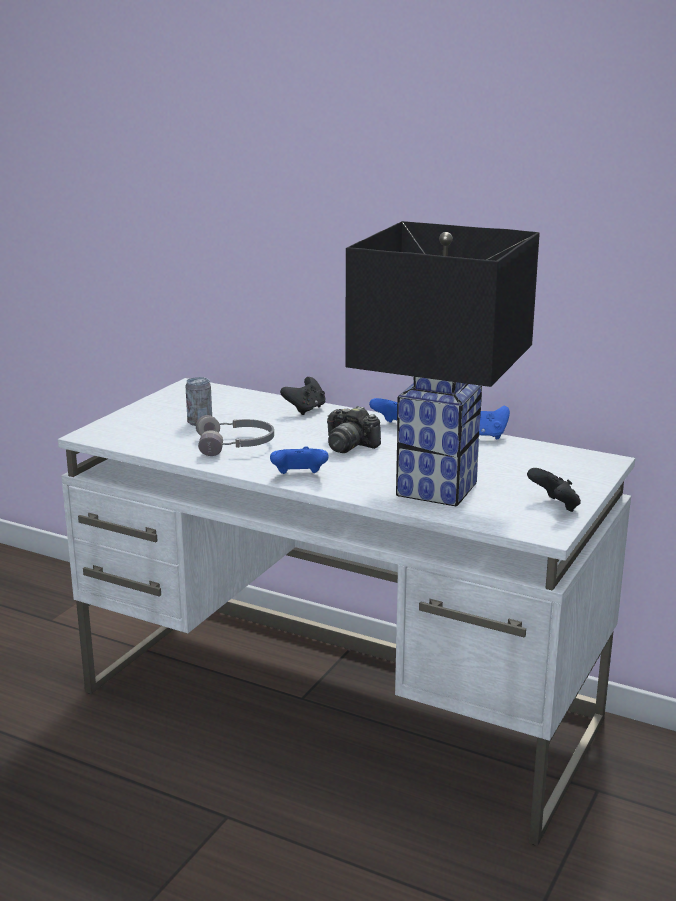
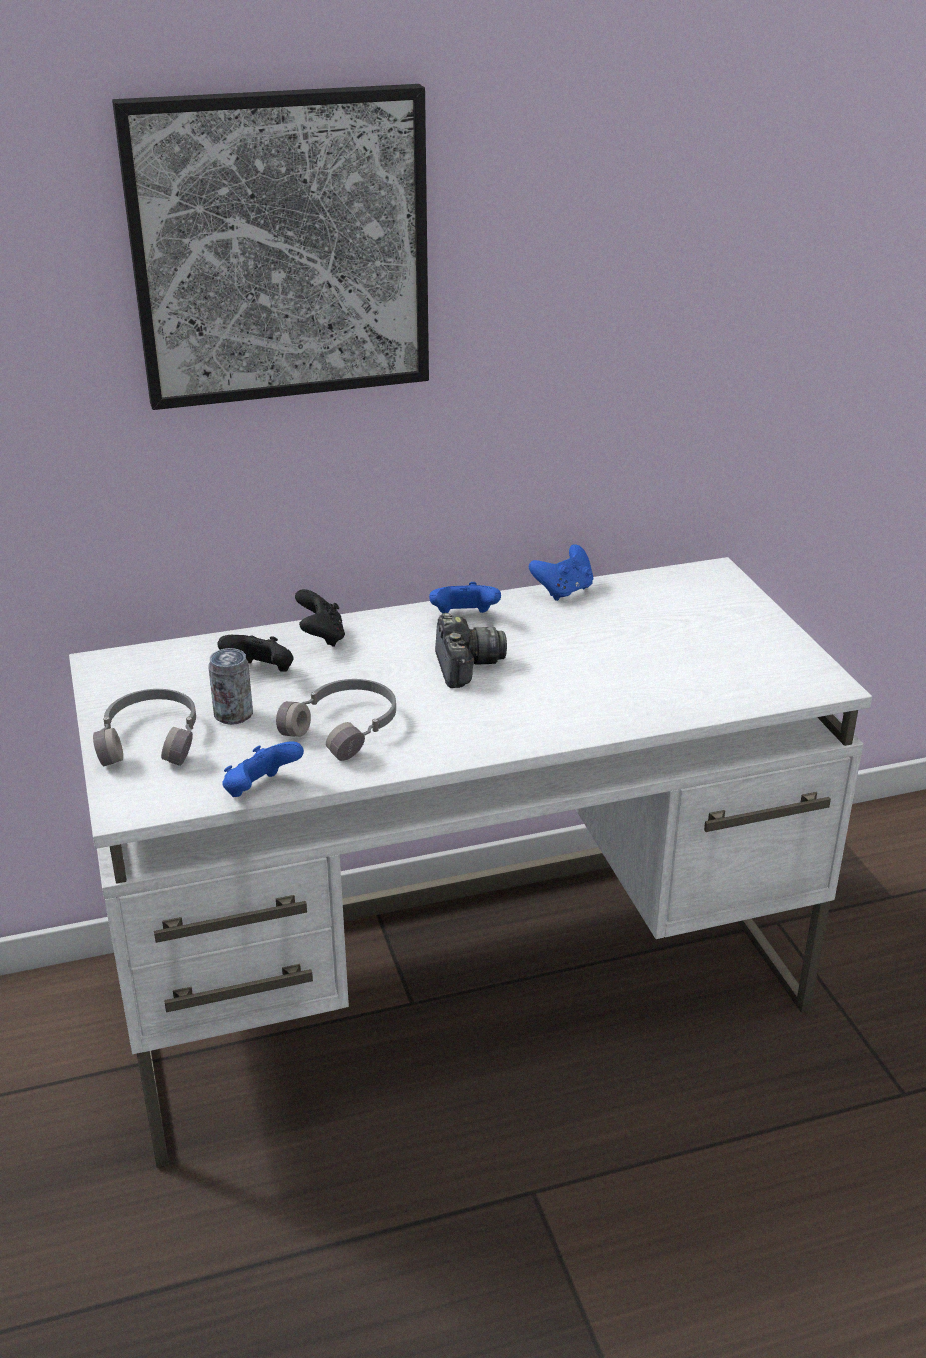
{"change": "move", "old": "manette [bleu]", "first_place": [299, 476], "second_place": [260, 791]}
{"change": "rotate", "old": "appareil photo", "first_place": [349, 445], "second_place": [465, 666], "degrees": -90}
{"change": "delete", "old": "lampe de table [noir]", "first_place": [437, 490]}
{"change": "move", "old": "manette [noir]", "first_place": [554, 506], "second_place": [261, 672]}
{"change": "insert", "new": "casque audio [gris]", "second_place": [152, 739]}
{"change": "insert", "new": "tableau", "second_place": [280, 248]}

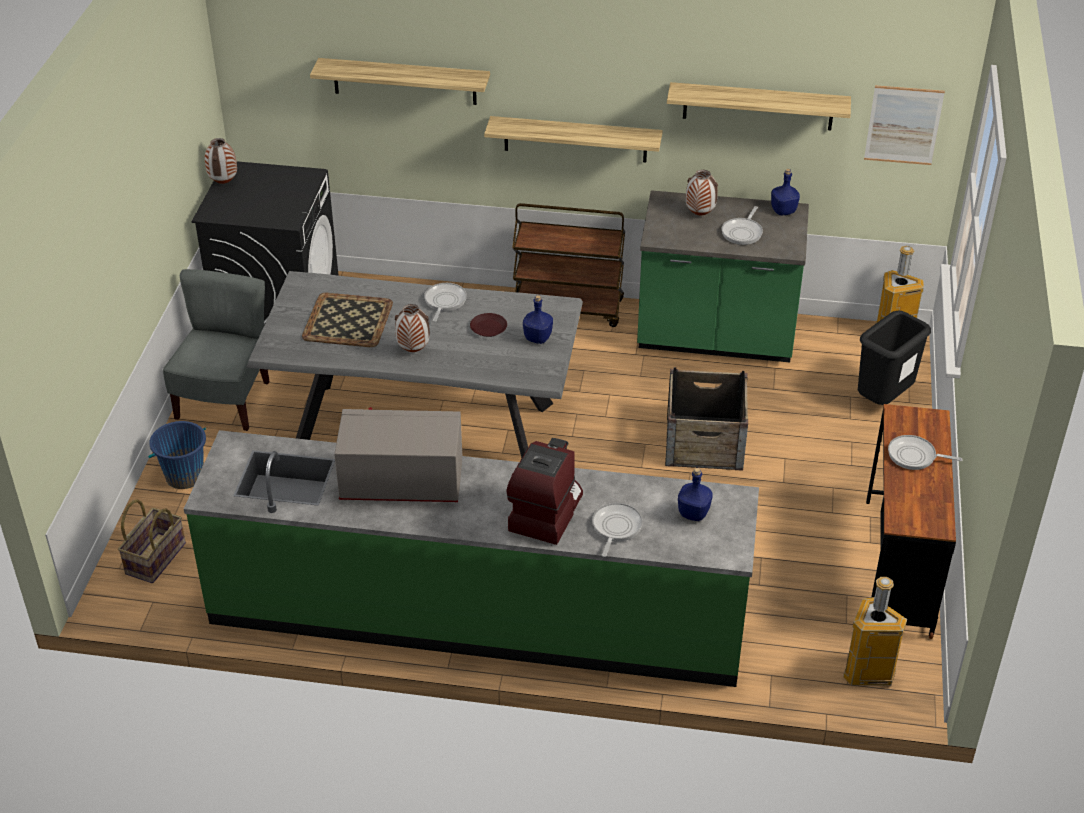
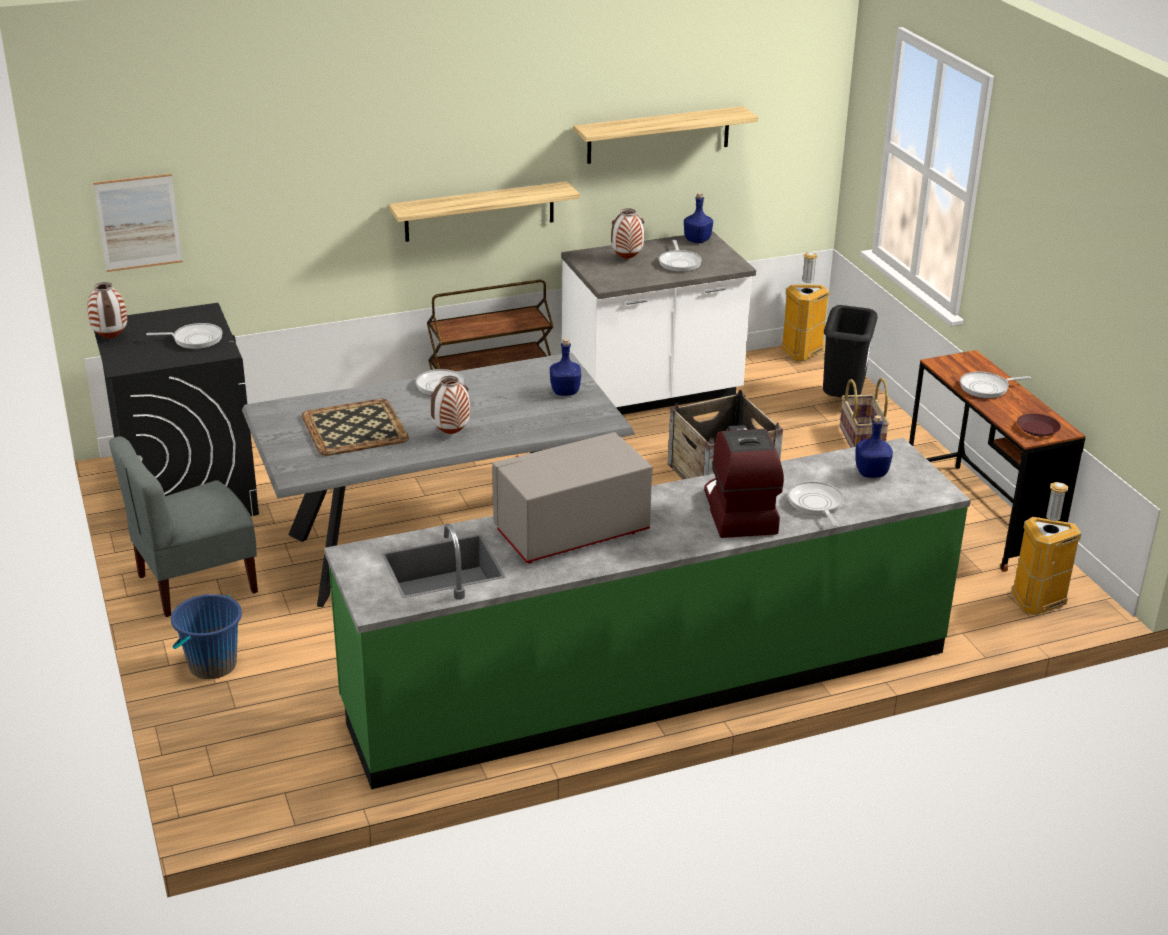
{"change": "move", "old": "panier", "first_place": [155, 558], "second_place": [860, 439]}
{"change": "rotate", "old": "chaise [gris]", "first_place": [225, 401], "second_place": [196, 583], "degrees": -105}
{"change": "delete", "old": "étagère", "first_place": [404, 81]}
{"change": "move", "old": "assiette [marron]", "first_place": [489, 328], "second_place": [1038, 429]}
{"change": "recolor", "old": "comptoir de cuisine [vert]", "new": "comptoir de cuisine [blanc]", "first_place": [715, 338], "second_place": [652, 394]}
{"change": "move", "old": "tableau", "first_place": [903, 125], "second_place": [138, 222]}
{"change": "insert", "new": "poêle", "second_place": [194, 339]}

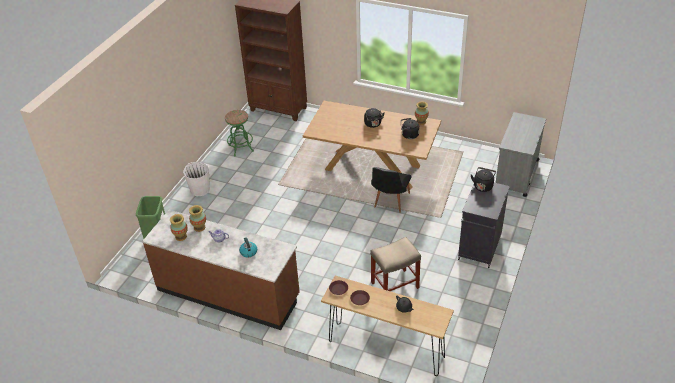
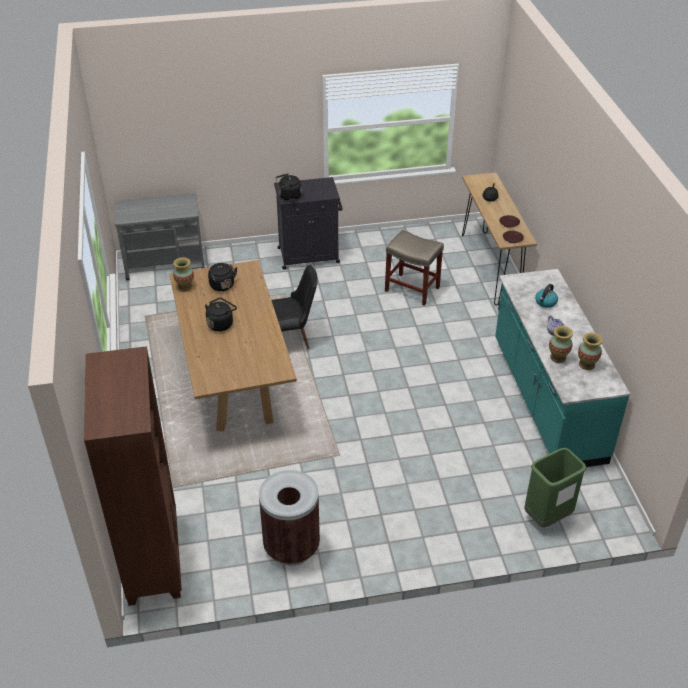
{"change": "recolor", "old": "comptoir de cuisine [marron]", "new": "comptoir de cuisine [turquoise]", "first_place": [228, 293], "second_place": [546, 400]}
{"change": "delete", "old": "seau [blanc]", "first_place": [200, 189]}
{"change": "replace", "old": "tabouret [vert]", "new": "poubelle [marron]", "first_place": [241, 148], "second_place": [291, 546]}

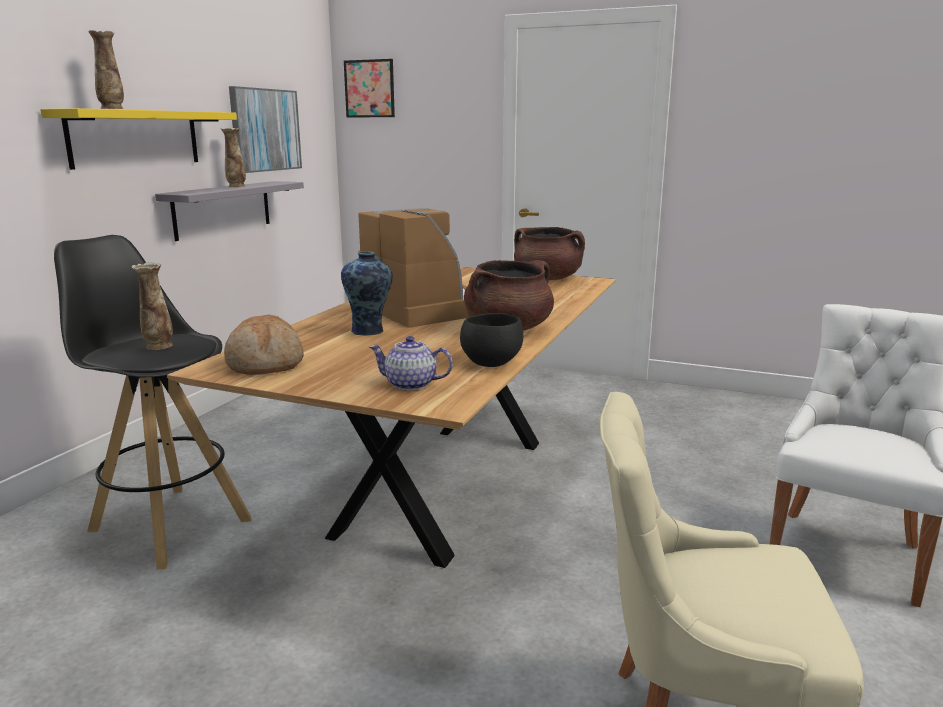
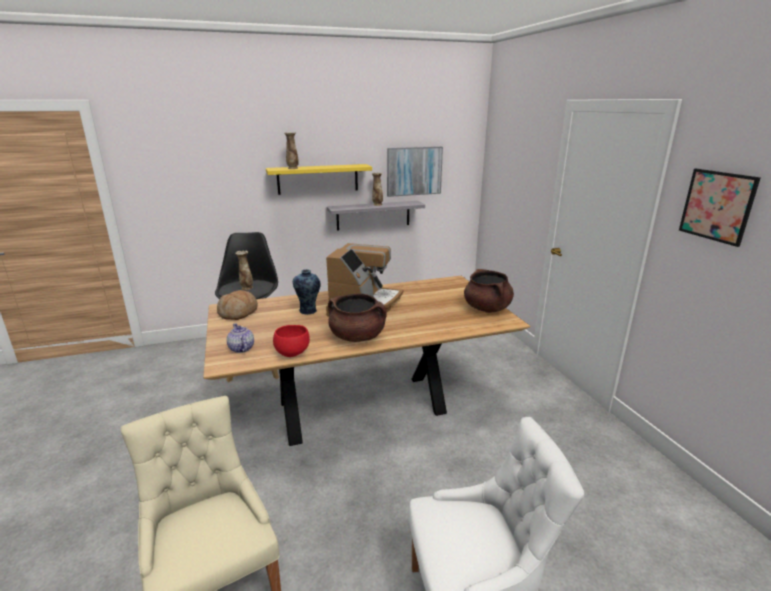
{"change": "move", "old": "tableau", "first_place": [369, 88], "second_place": [717, 206]}
{"change": "recolor", "old": "bol [noir]", "new": "bol [rouge]", "first_place": [489, 363], "second_place": [292, 353]}

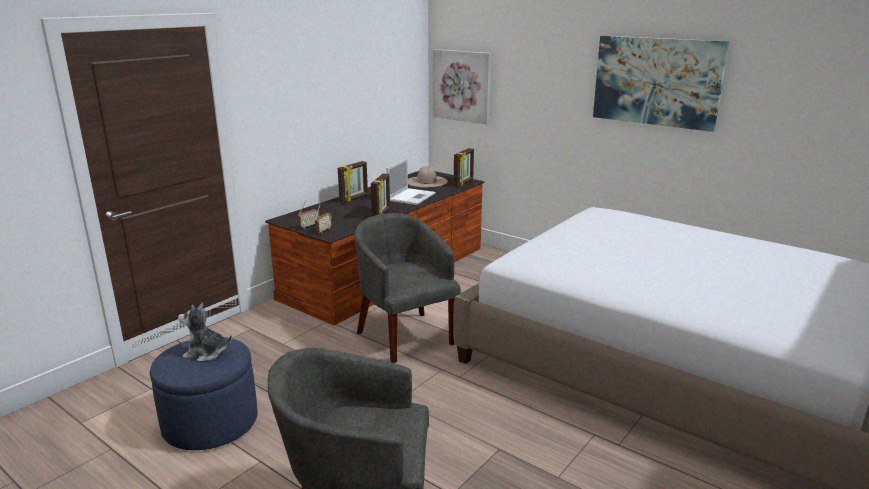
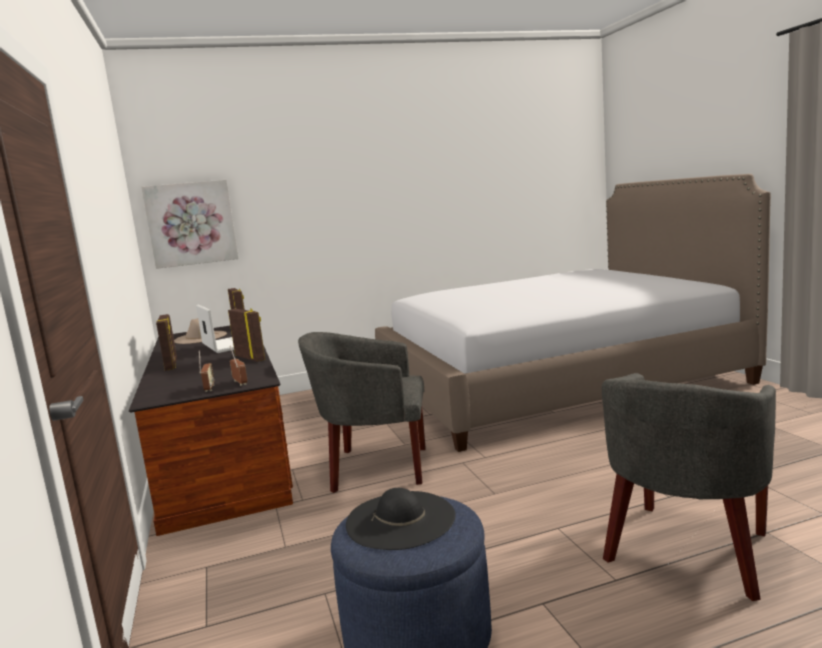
{"change": "replace", "old": "peluche", "new": "chapeau [noir]", "first_place": [206, 353], "second_place": [401, 519]}
{"change": "delete", "old": "tableau", "first_place": [656, 81]}

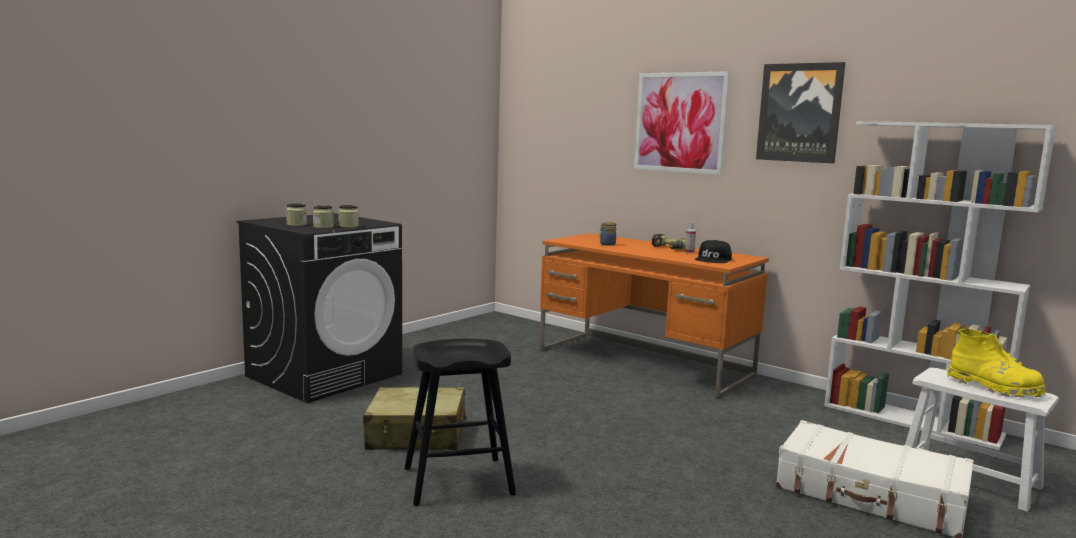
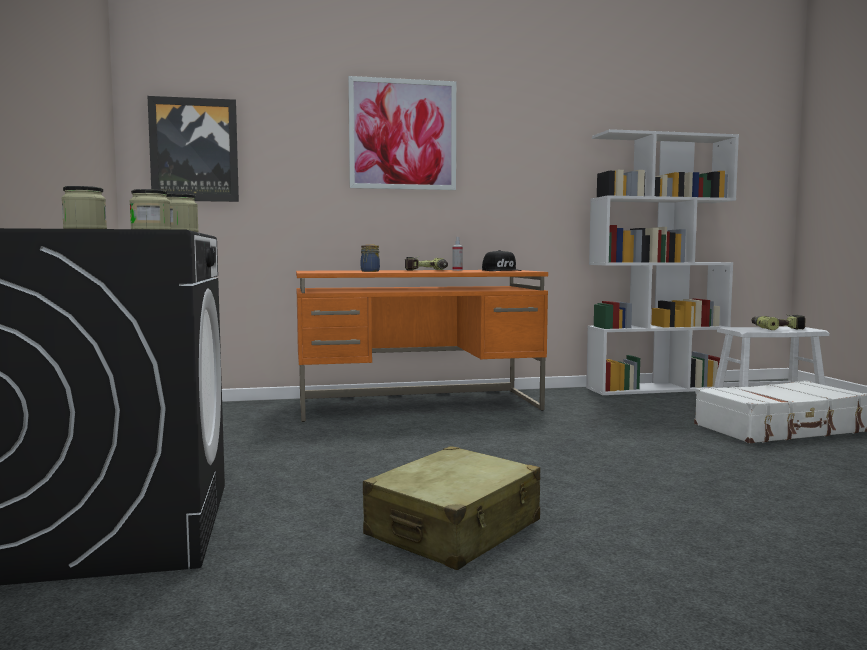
{"change": "delete", "old": "tabouret [noir]", "first_place": [458, 481]}
{"change": "move", "old": "tableau", "first_place": [799, 113], "second_place": [194, 150]}
{"change": "replace", "old": "botte [jaune]", "new": "perceuse", "first_place": [993, 388], "second_place": [777, 328]}

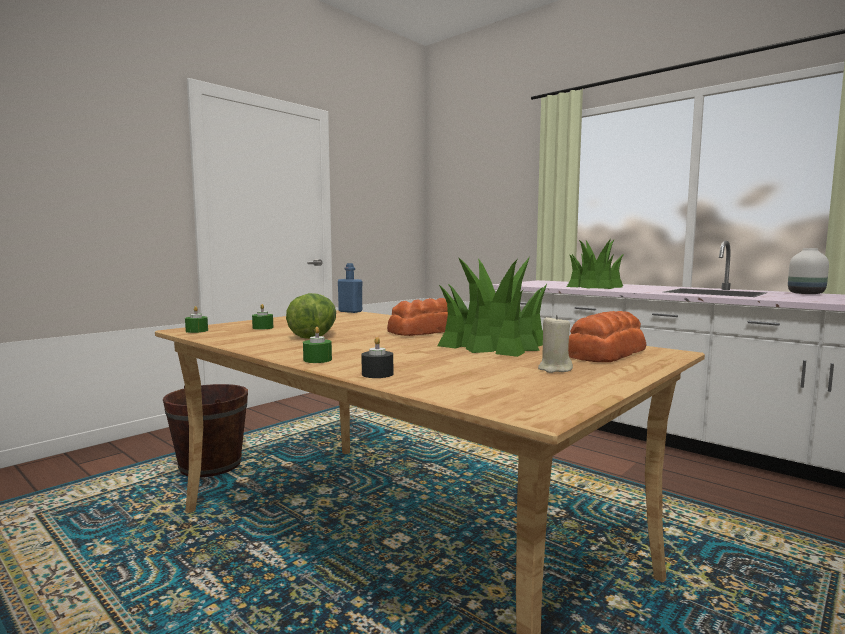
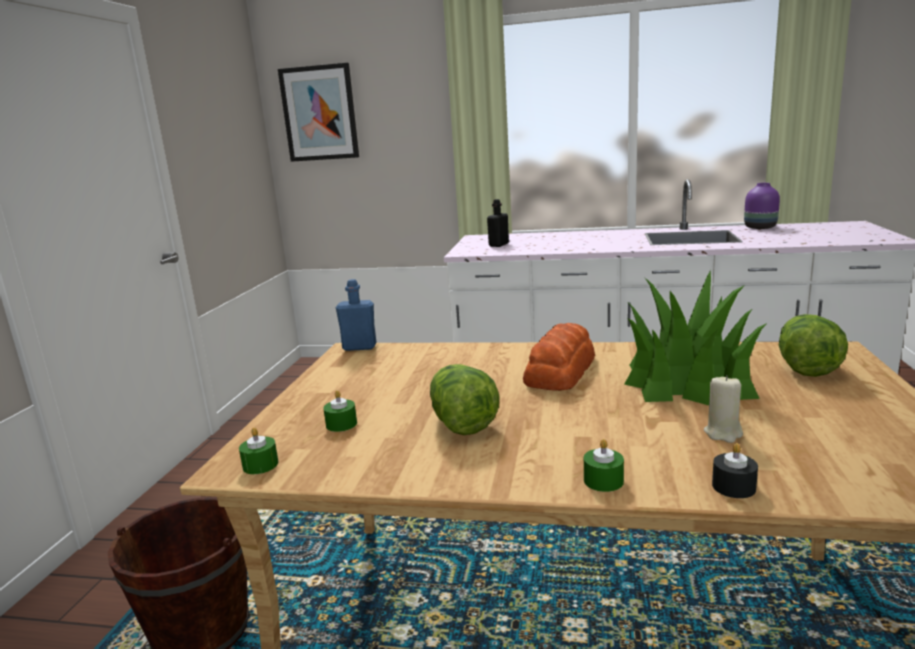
{"change": "move", "old": "bougie [beige]", "first_place": [554, 369], "second_place": [723, 433]}
{"change": "delete", "old": "plante en pot", "first_place": [595, 286]}
{"change": "replace", "old": "pain", "new": "laitue", "first_place": [604, 353], "second_place": [805, 367]}
{"change": "recolor", "old": "vase [blanc]", "new": "vase [violet]", "first_place": [806, 293], "second_place": [760, 228]}
{"change": "insert", "new": "tableau", "second_place": [319, 113]}
{"change": "insert", "new": "bouteille [noir]", "second_place": [498, 245]}

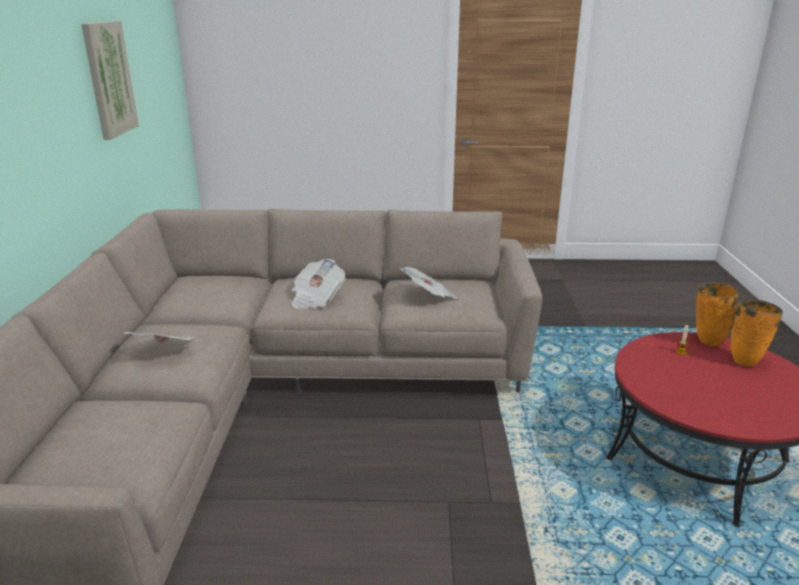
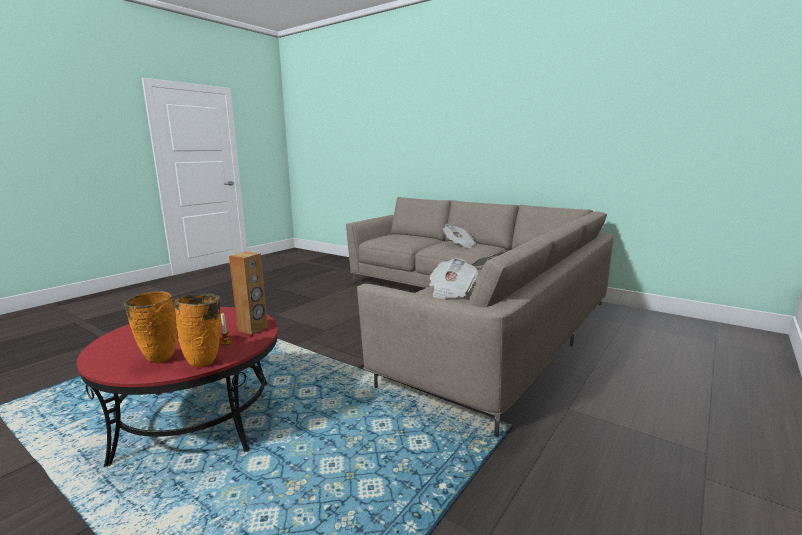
{"change": "delete", "old": "tableau", "first_place": [109, 79]}
{"change": "insert", "new": "enceinte [marron]", "second_place": [253, 329]}

